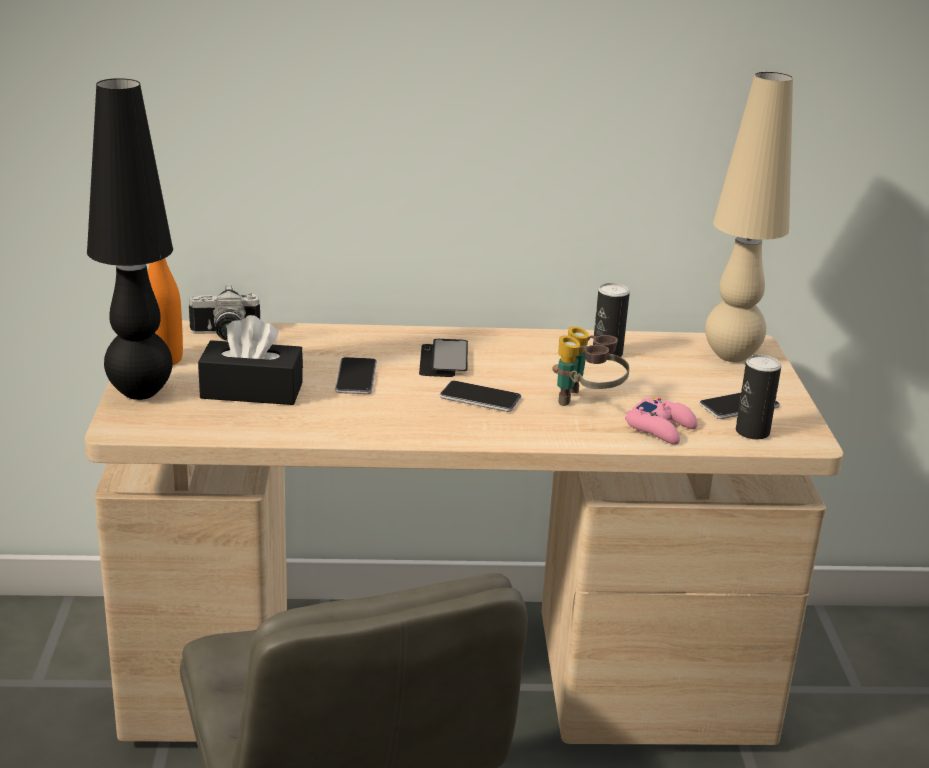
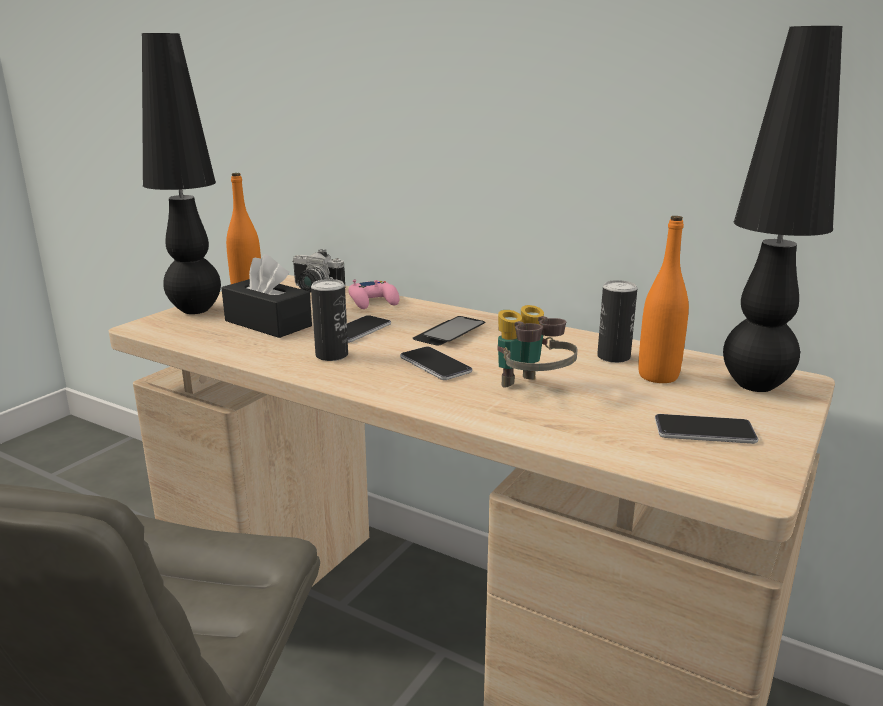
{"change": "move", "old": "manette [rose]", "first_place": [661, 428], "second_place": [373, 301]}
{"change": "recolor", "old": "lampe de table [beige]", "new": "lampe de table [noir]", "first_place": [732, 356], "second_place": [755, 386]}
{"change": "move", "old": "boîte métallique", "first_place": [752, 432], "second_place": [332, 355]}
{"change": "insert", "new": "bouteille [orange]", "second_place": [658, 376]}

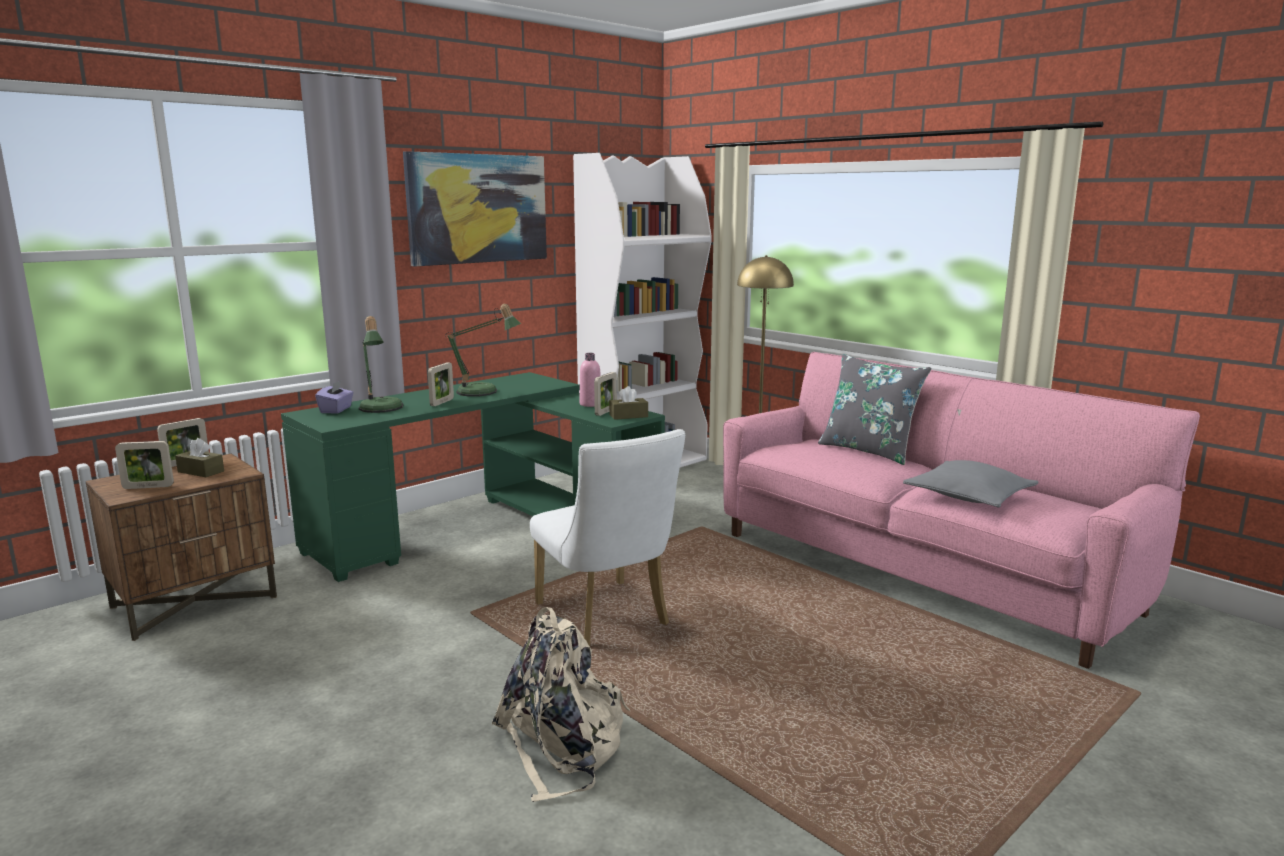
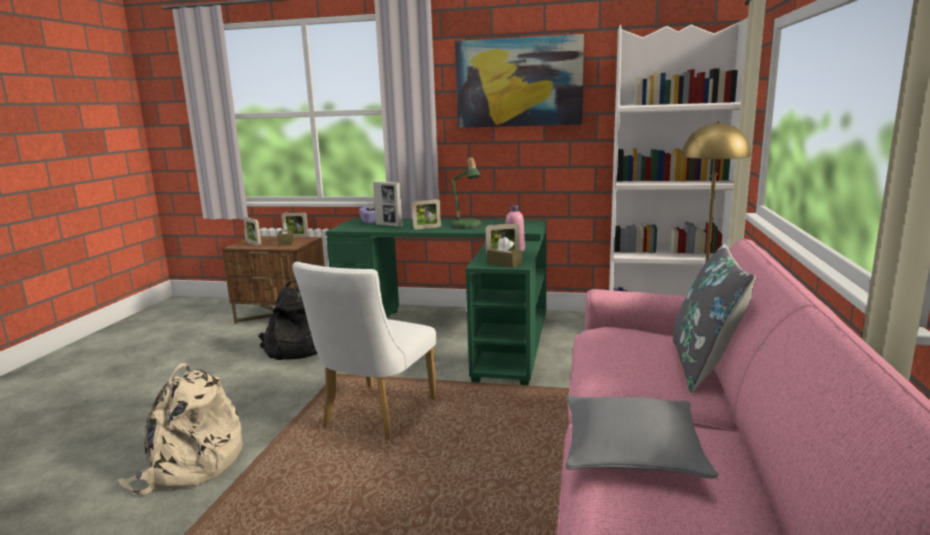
{"change": "replace", "old": "lampe de table", "new": "cadre photo", "first_place": [380, 409], "second_place": [389, 225]}
{"change": "insert", "new": "sac à dos [noir]", "second_place": [294, 349]}

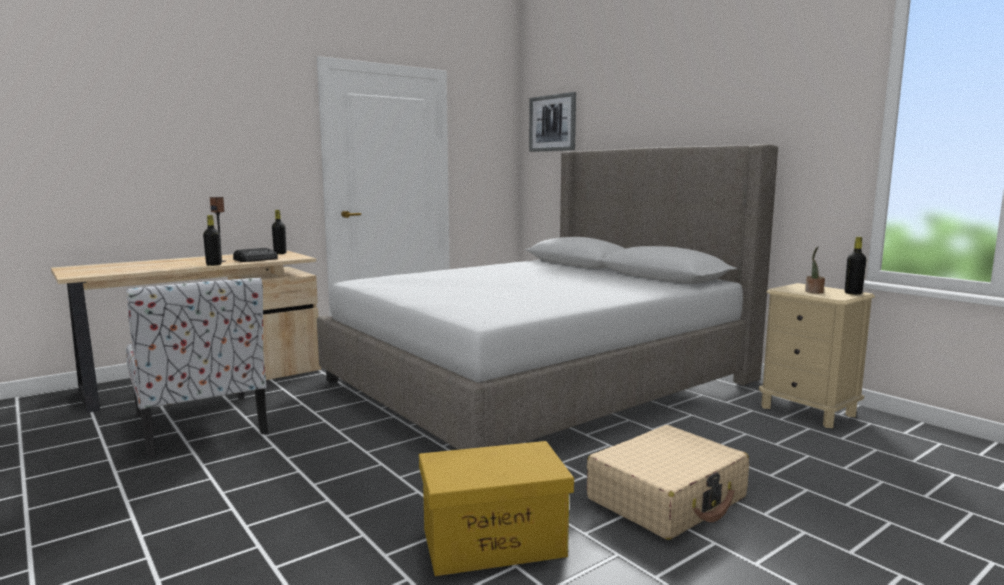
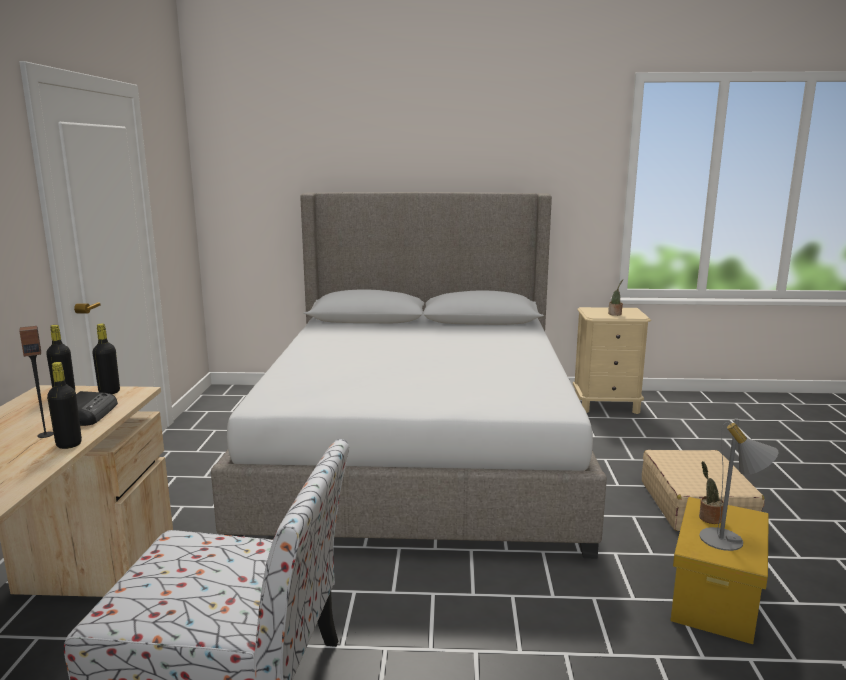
{"change": "delete", "old": "tableau", "first_place": [552, 123]}
{"change": "move", "old": "bouteille [noir]", "first_place": [853, 293], "second_place": [109, 392]}
{"change": "insert", "new": "plante en pot", "second_place": [708, 518]}
{"change": "insert", "new": "lampe de table [gris]", "second_place": [730, 542]}

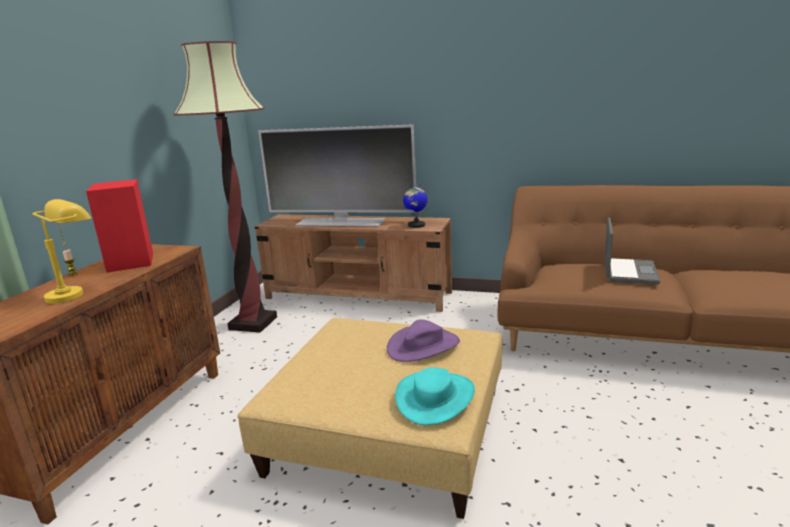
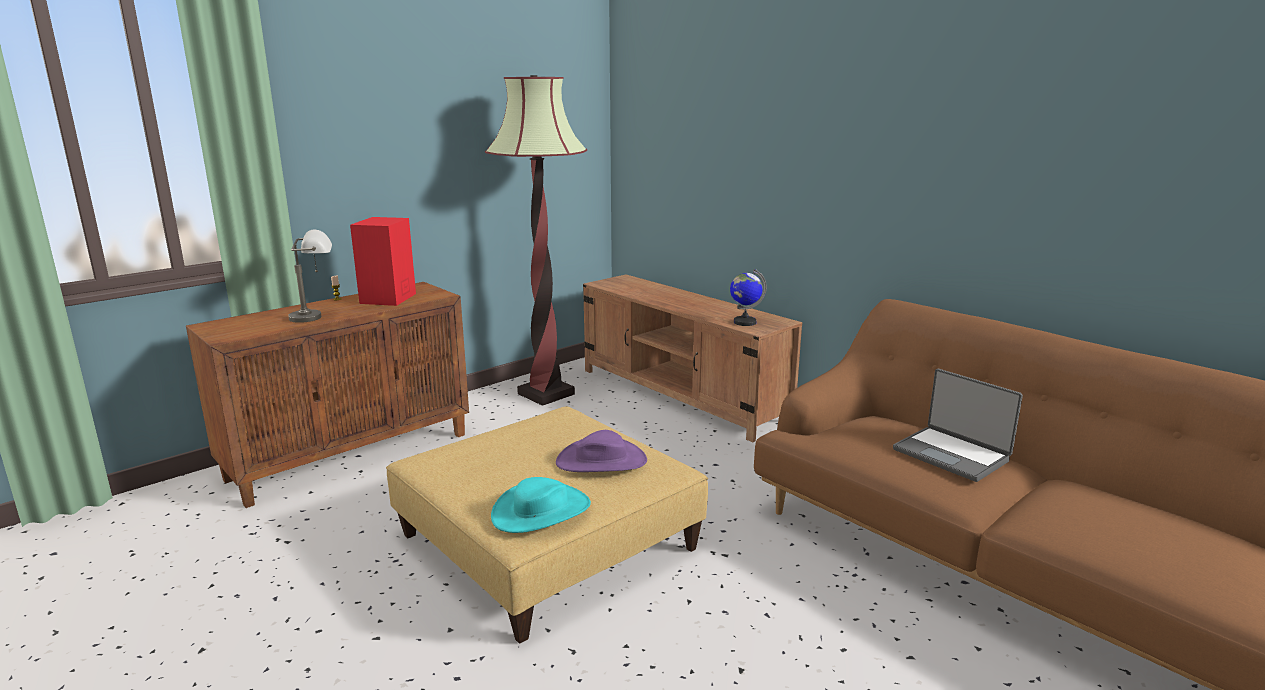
{"change": "recolor", "old": "lampe de table [jaune]", "new": "lampe de table [gris]", "first_place": [77, 292], "second_place": [317, 316]}
{"change": "delete", "old": "téléviseur", "first_place": [341, 222]}
{"change": "rotate", "old": "ordinateur portable", "first_place": [628, 272], "second_place": [952, 454], "degrees": 90}

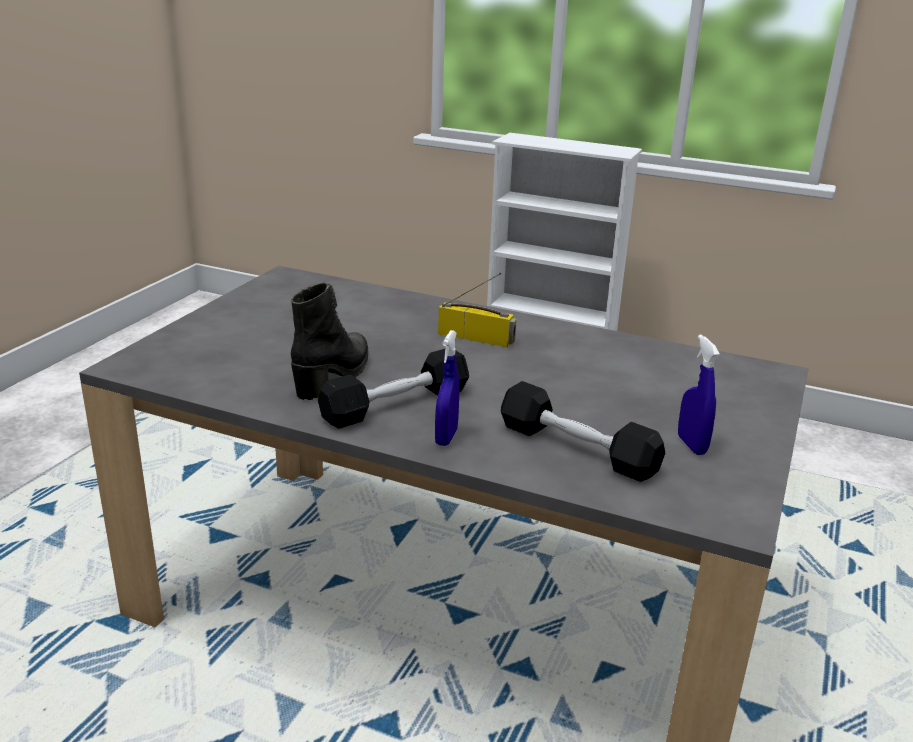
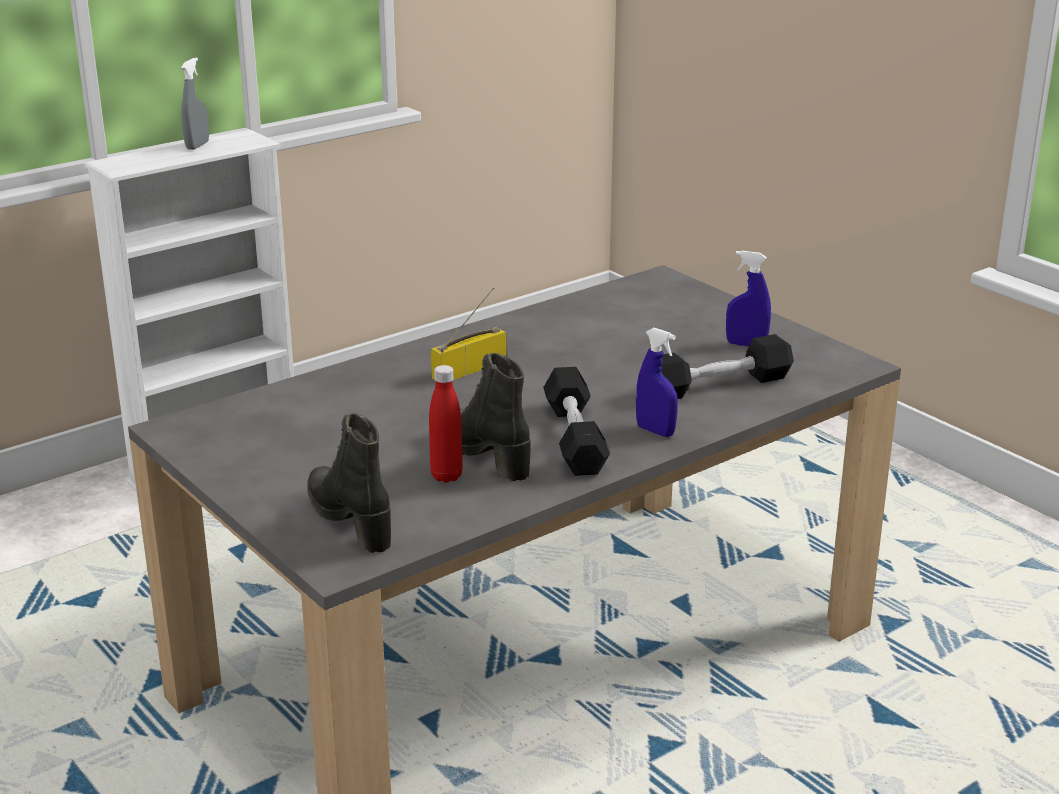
{"change": "insert", "new": "vaporisateur [gris]", "second_place": [197, 145]}
{"change": "insert", "new": "botte [noir]", "second_place": [351, 520]}
{"change": "insert", "new": "bouteille [rouge]", "second_place": [446, 476]}

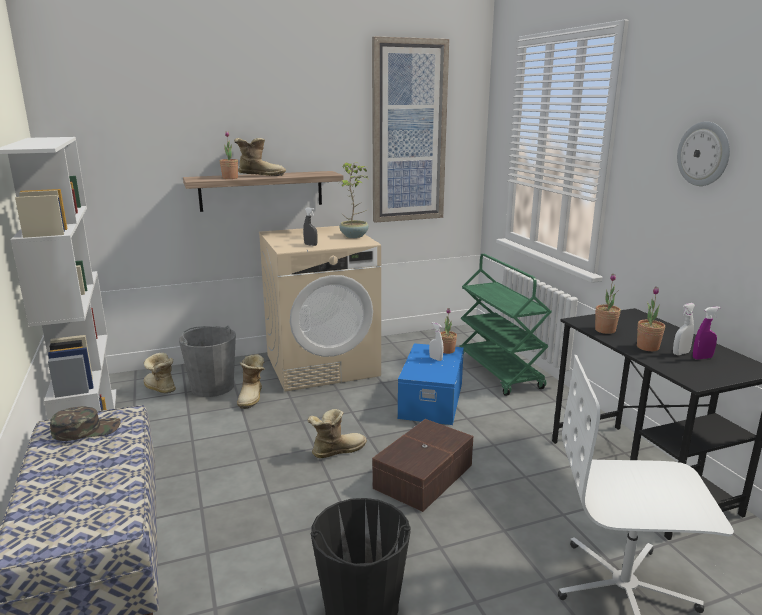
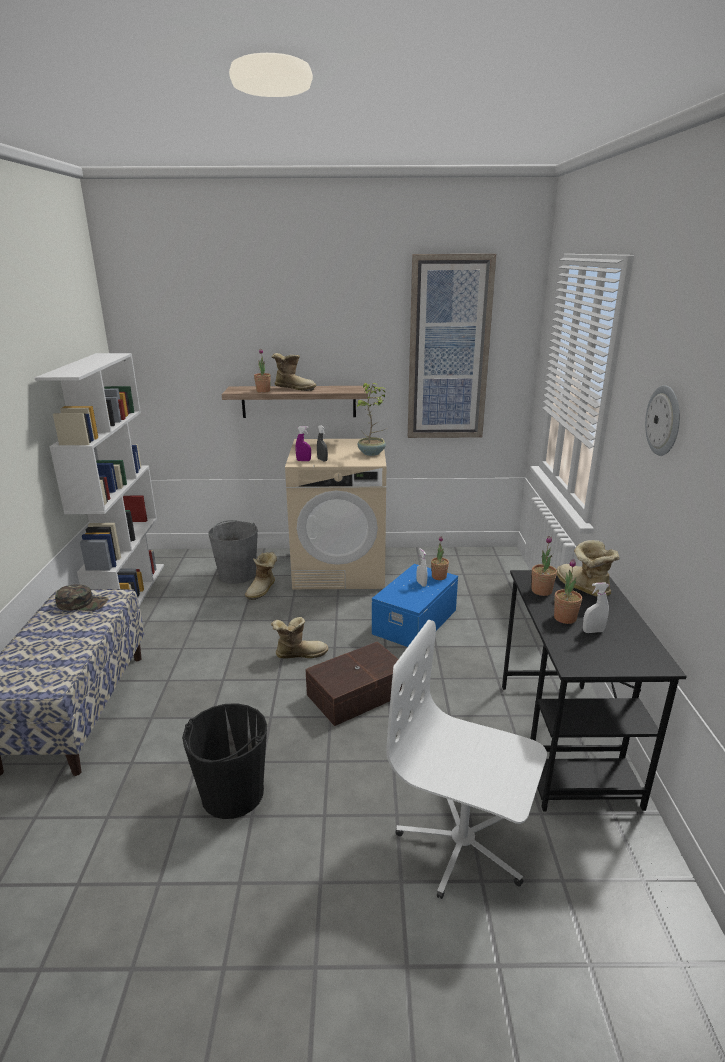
{"change": "move", "old": "botte", "first_place": [159, 389], "second_place": [582, 588]}
{"change": "delete", "old": "chariot [vert]", "first_place": [499, 372]}
{"change": "move", "old": "vaporisateur [violet]", "first_place": [702, 358], "second_place": [303, 460]}

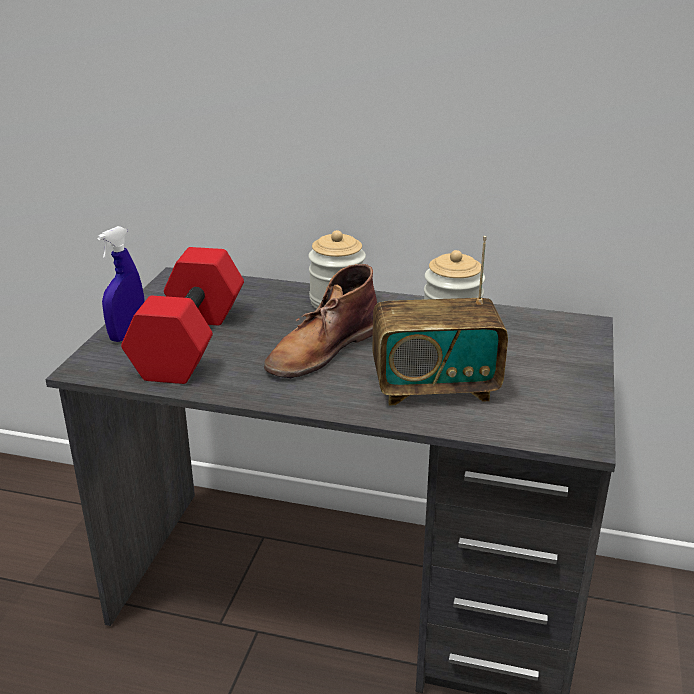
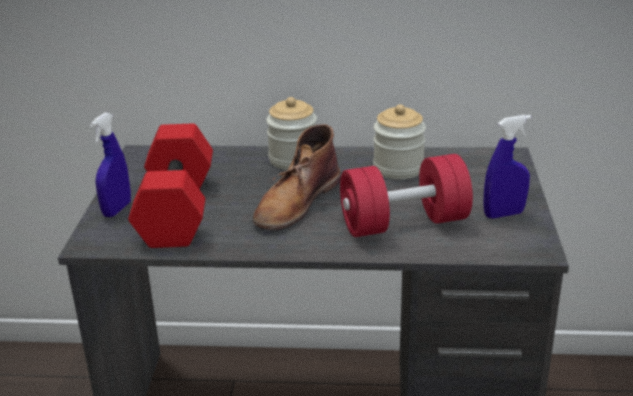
{"change": "replace", "old": "radio", "new": "haltère [rouge]", "first_place": [434, 388], "second_place": [404, 223]}
{"change": "insert", "new": "vaporisateur [bleu]", "second_place": [504, 214]}

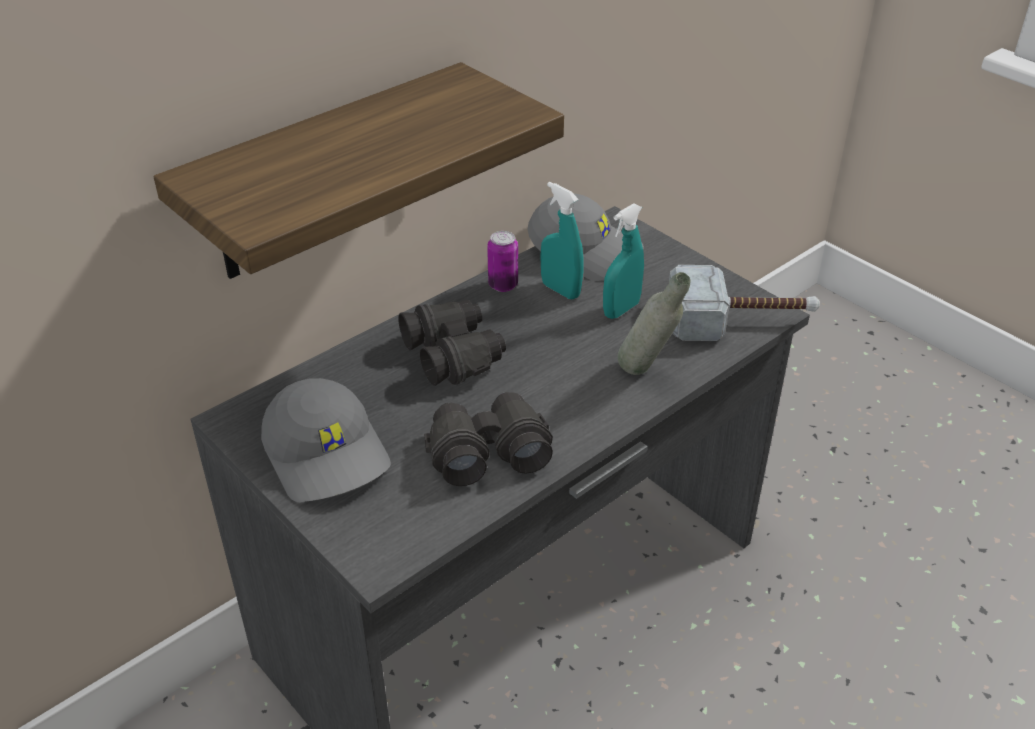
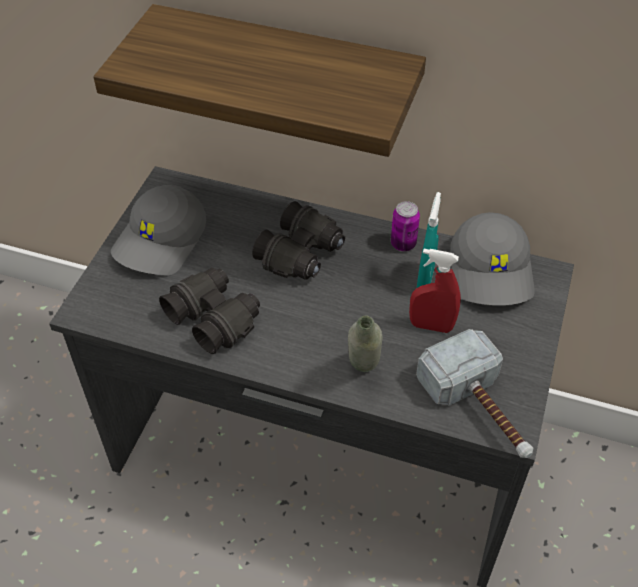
{"change": "recolor", "old": "vaporisateur [turquoise]", "new": "vaporisateur [rouge]", "first_place": [621, 309], "second_place": [431, 326]}

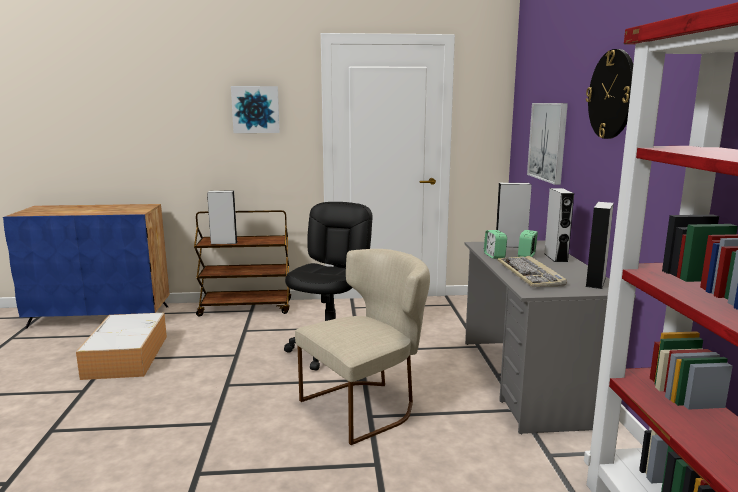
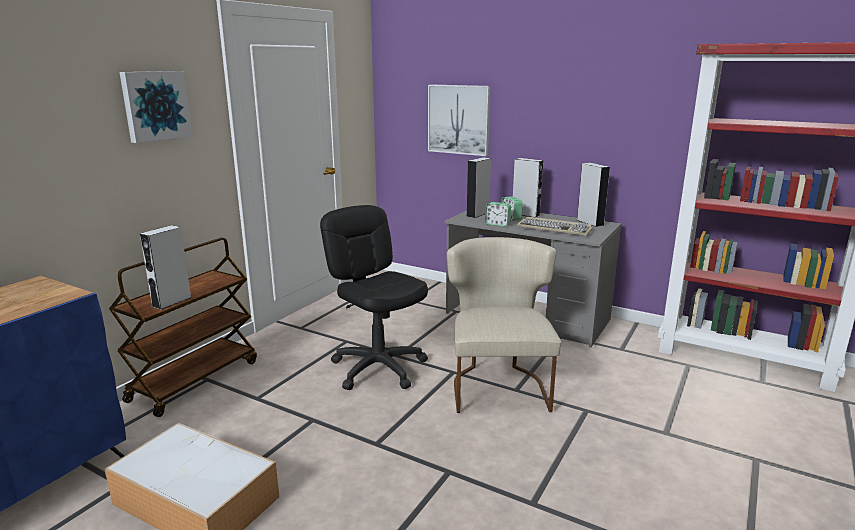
{"change": "delete", "old": "horloge murale", "first_place": [612, 94]}

